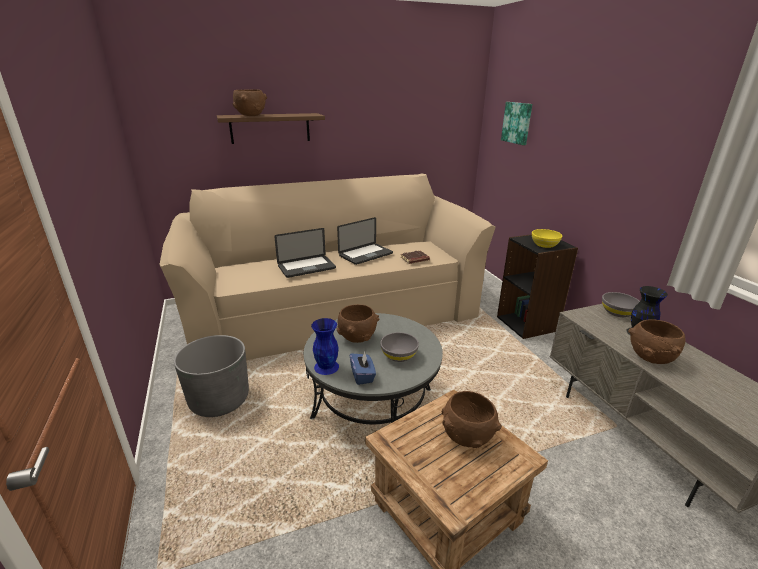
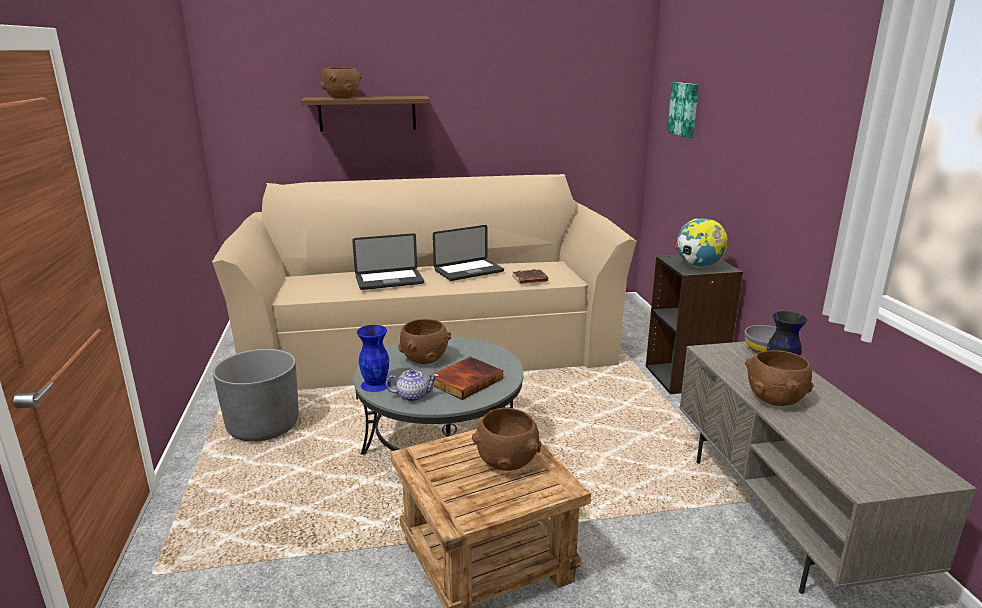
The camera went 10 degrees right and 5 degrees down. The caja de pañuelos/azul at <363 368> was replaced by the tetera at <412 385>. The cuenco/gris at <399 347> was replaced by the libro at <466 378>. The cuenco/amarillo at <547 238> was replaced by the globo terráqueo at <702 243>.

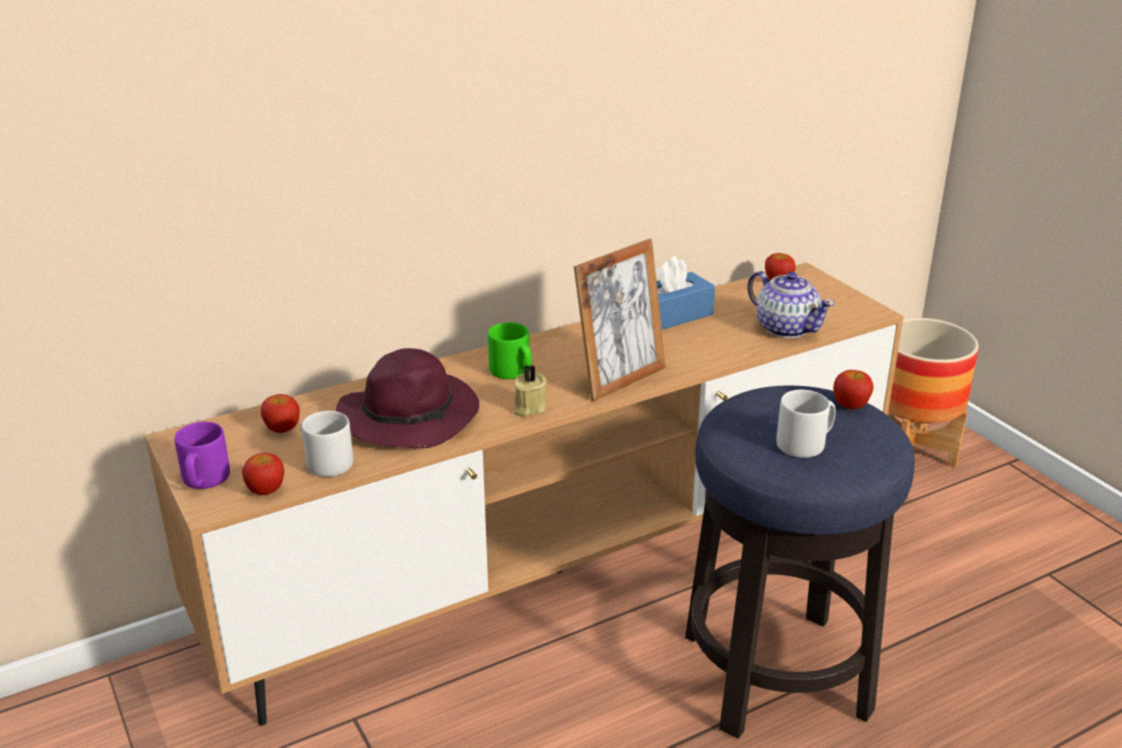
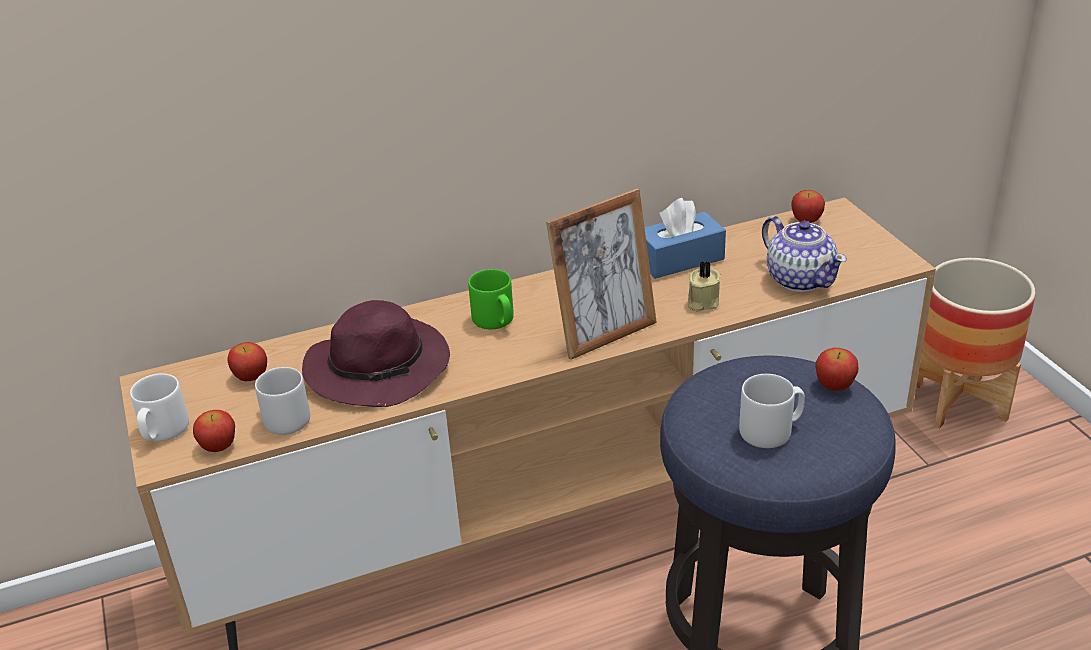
The camera went 10 degrees right and 5 degrees up. The vela/beis moved from <530 391> to <704 286>. The taza grande/morado at <202 455> became the taza grande/blanco at <159 407>.

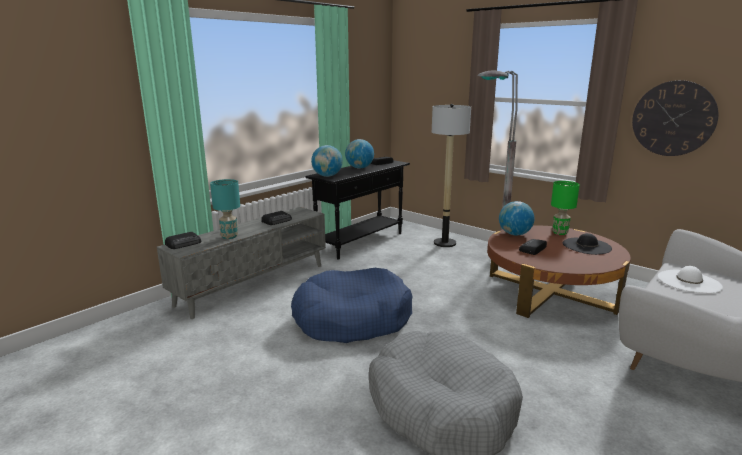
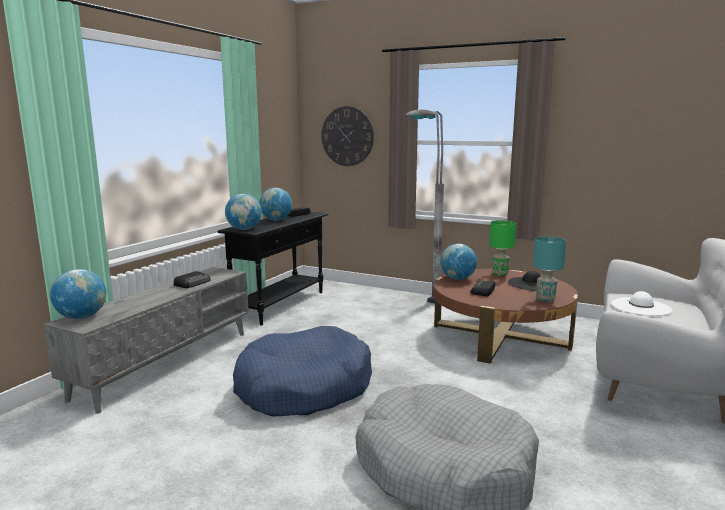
The camera went 15 degrees left and 5 degrees down. The lámpara de pie at <451 175> disappeared. The lámpara de mesa/turquesa moved from <225 209> to <549 269>. The reloj de pared moved from <675 118> to <347 136>. The radio at <183 240> was replaced by the globo terráqueo at <78 294>.

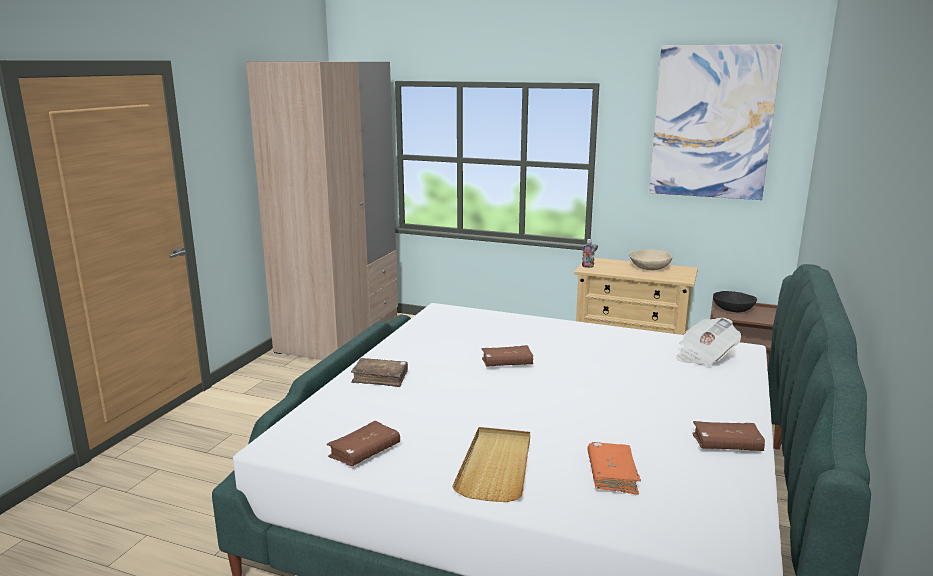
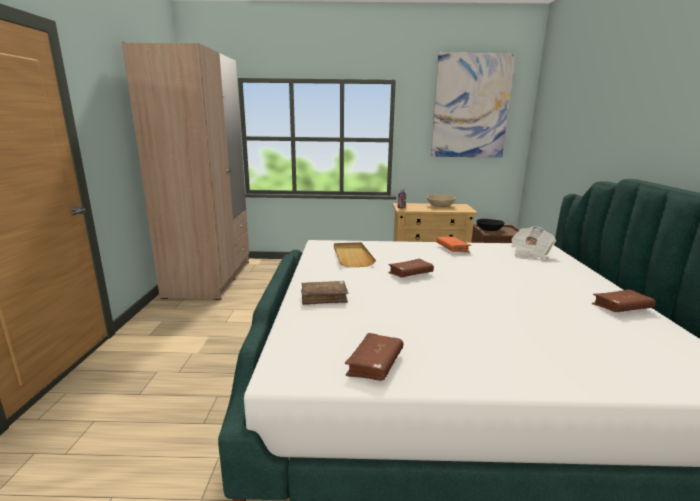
The camera went 20 degrees left and 0 degrees up. The bandeja/beis moved from <491 464> to <355 254>. The libro/naranja moved from <614 468> to <453 245>.

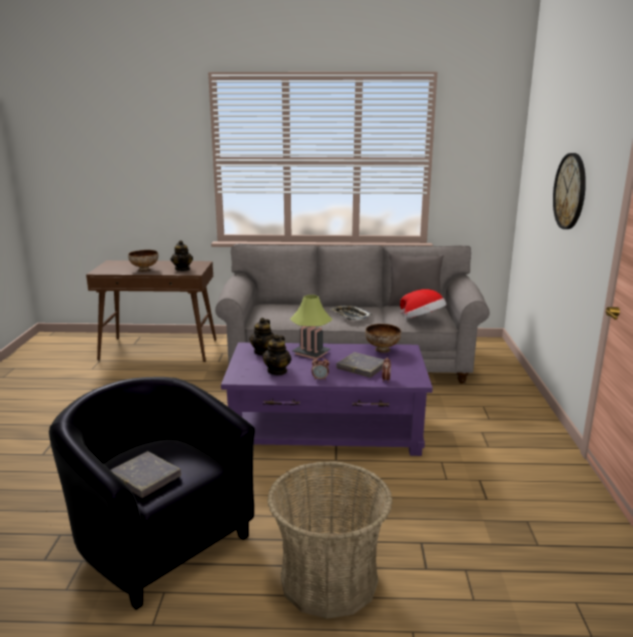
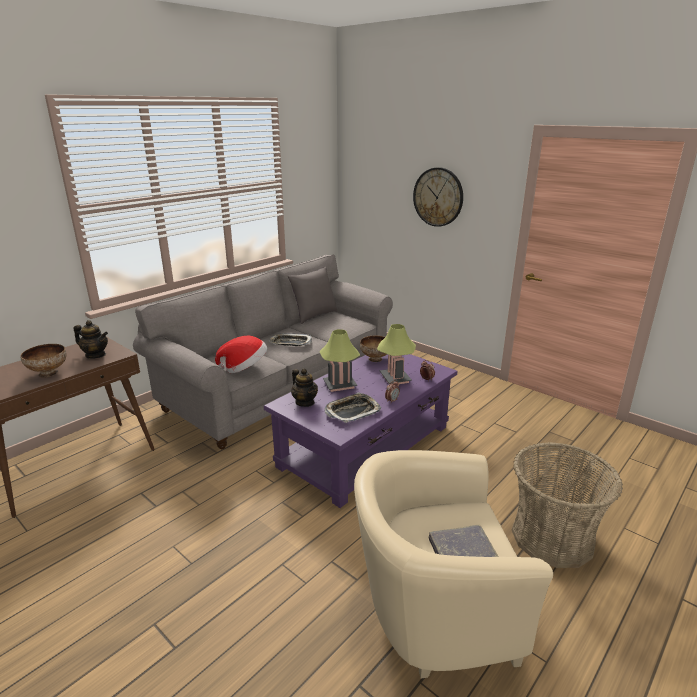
The camera went 50 degrees left and 5 degrees up. The sombrero moved from <423 304> to <241 354>. The tetera at <276 354> was replaced by the bandeja at <353 407>. The libro/gris at <360 365> was replaced by the lámpara de mesa at <396 354>. The sillón/negro at <152 493> became the sillón/beis at <453 564>.

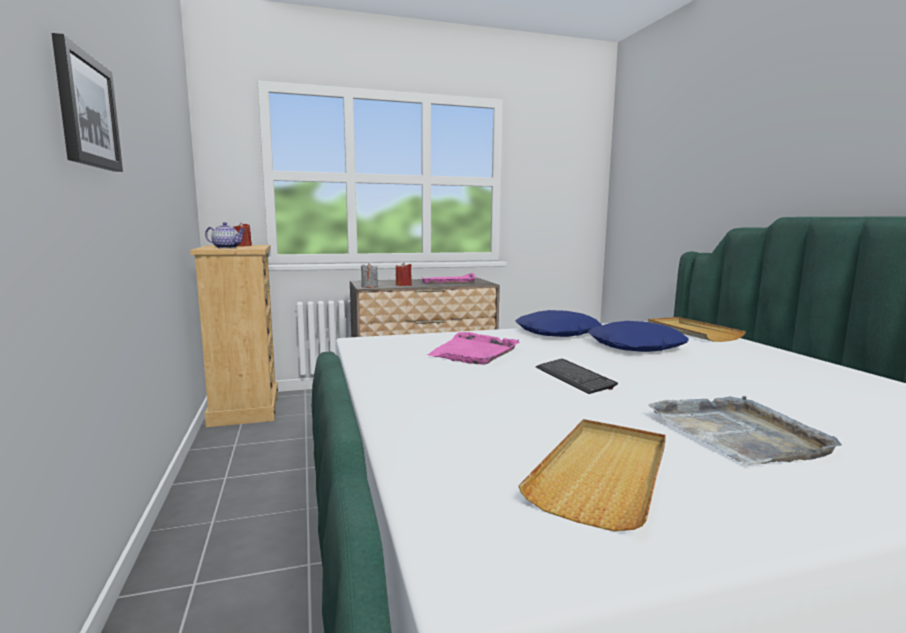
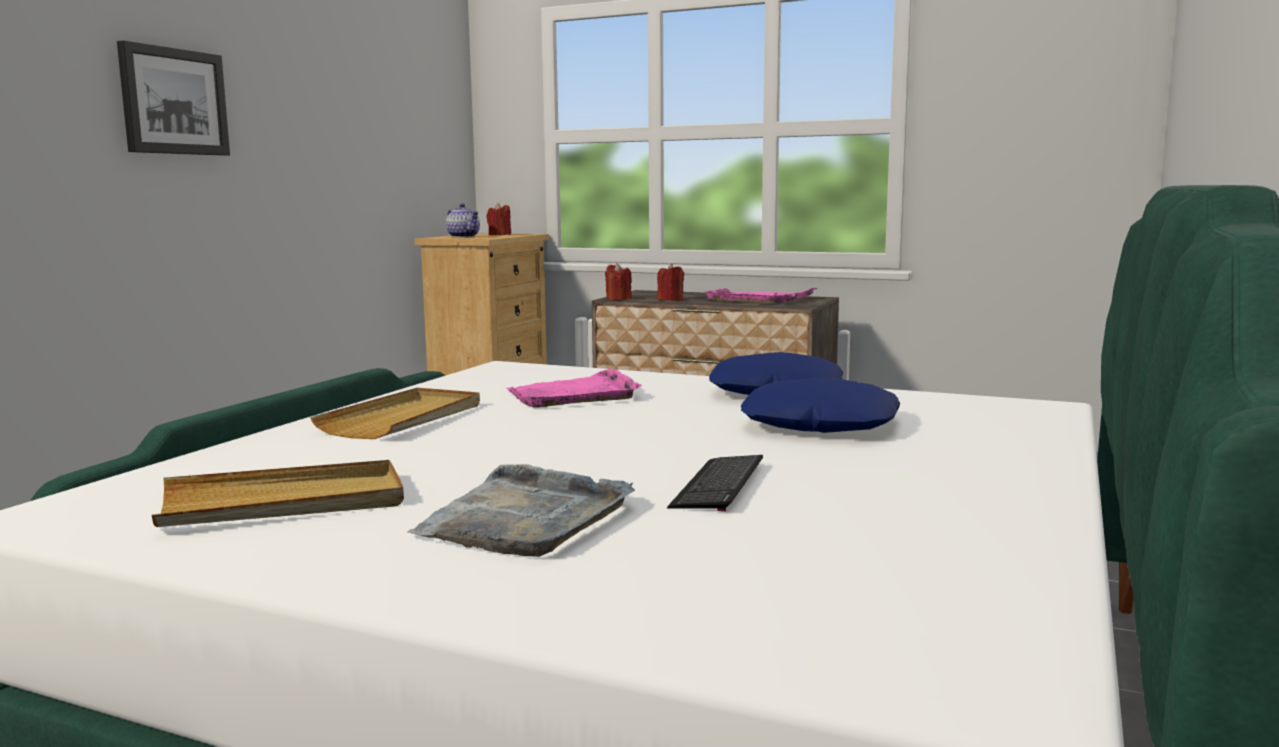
The camera went 40 degrees right and 0 degrees up. The teclado moved from <577 376> to <715 483>. The bandeja/beis moved from <697 329> to <395 413>. The vela/gris at <369 275> became the vela/rojo at <618 281>.

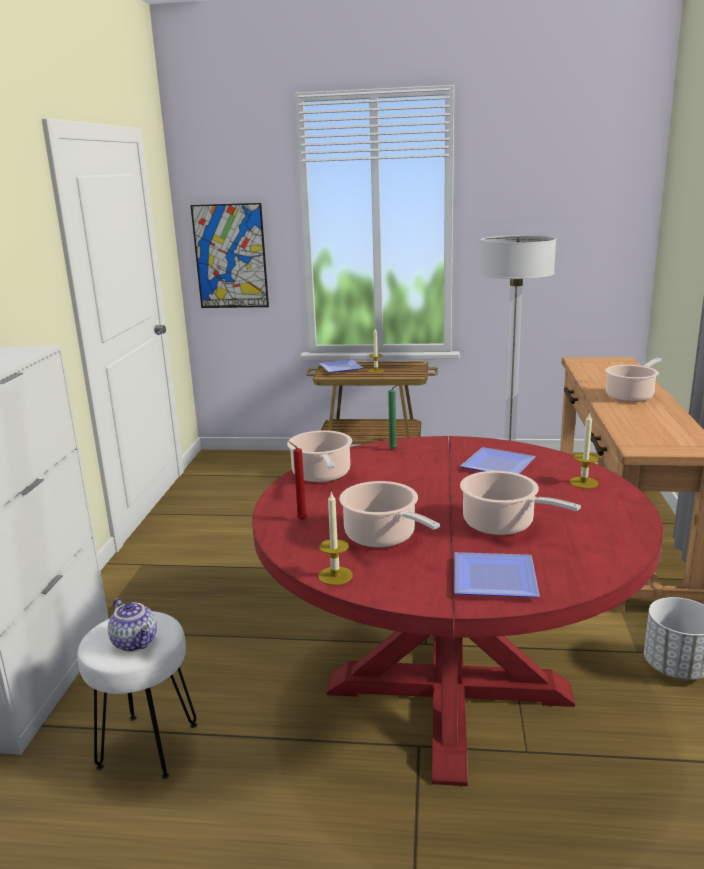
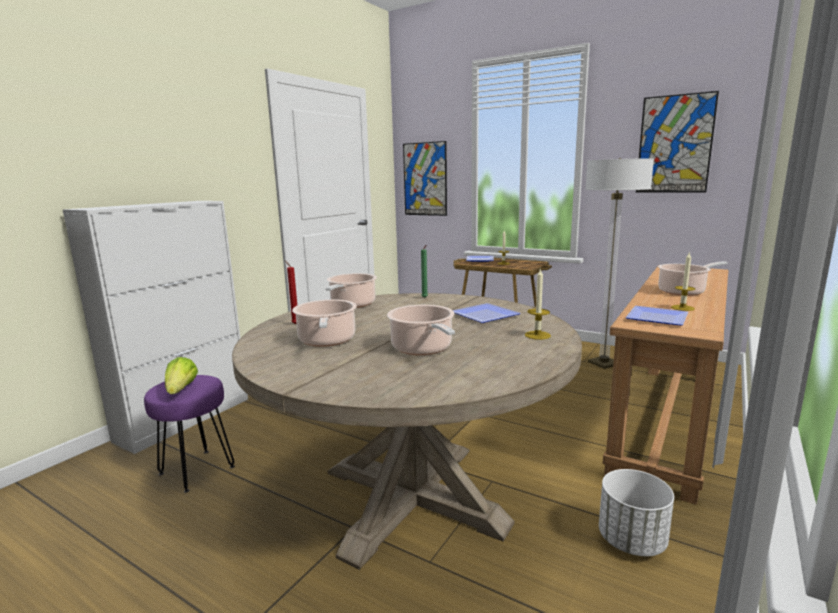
The camera went 25 degrees right and 5 degrees down. The cuadro at <677 142> appeared. The vela moved from <335 538> to <683 281>. The plato moved from <497 574> to <656 315>. The tetera at <132 625> was replaced by the lechuga at <181 375>. The taburete/blanco at <137 695> became the taburete/morado at <189 434>. The mesa de comedor/rojo at <457 611> became the mesa de comedor/beis at <407 431>.

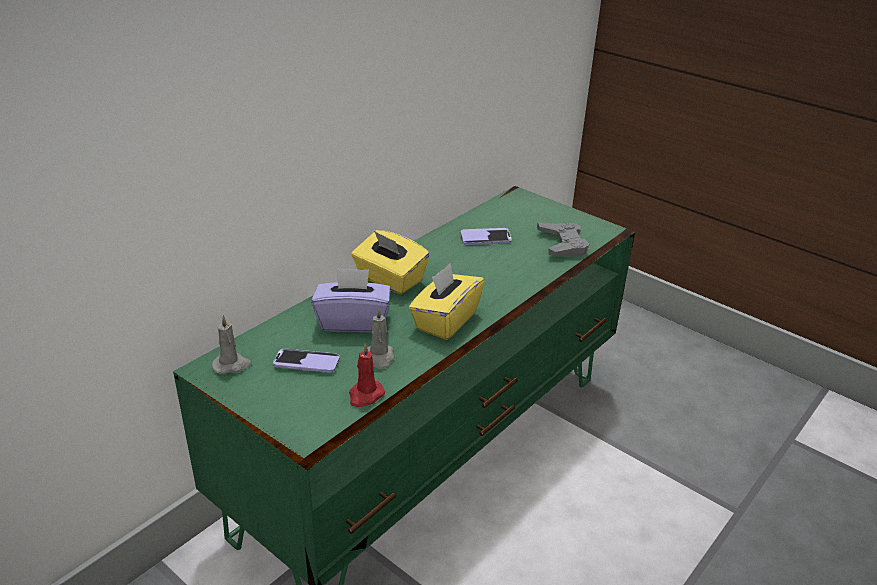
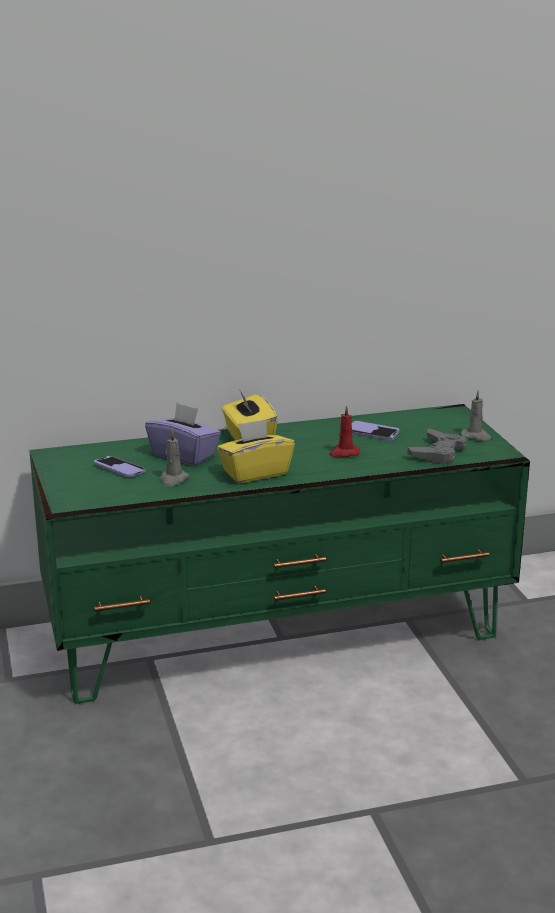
The camera went 35 degrees right and 10 degrees down. The vela/gris moved from <232 344> to <476 415>. The vela/rojo moved from <367 375> to <344 431>.

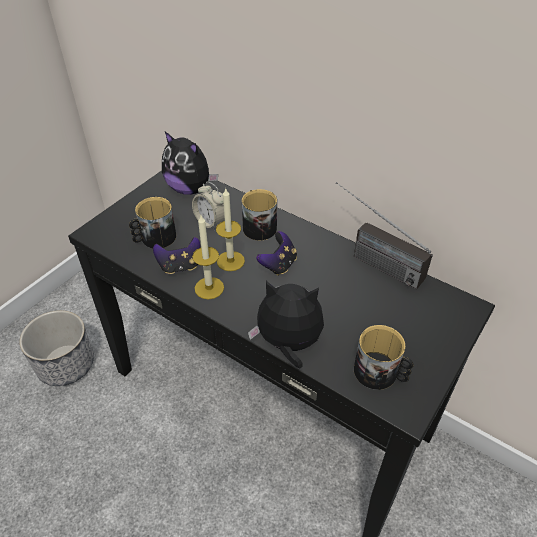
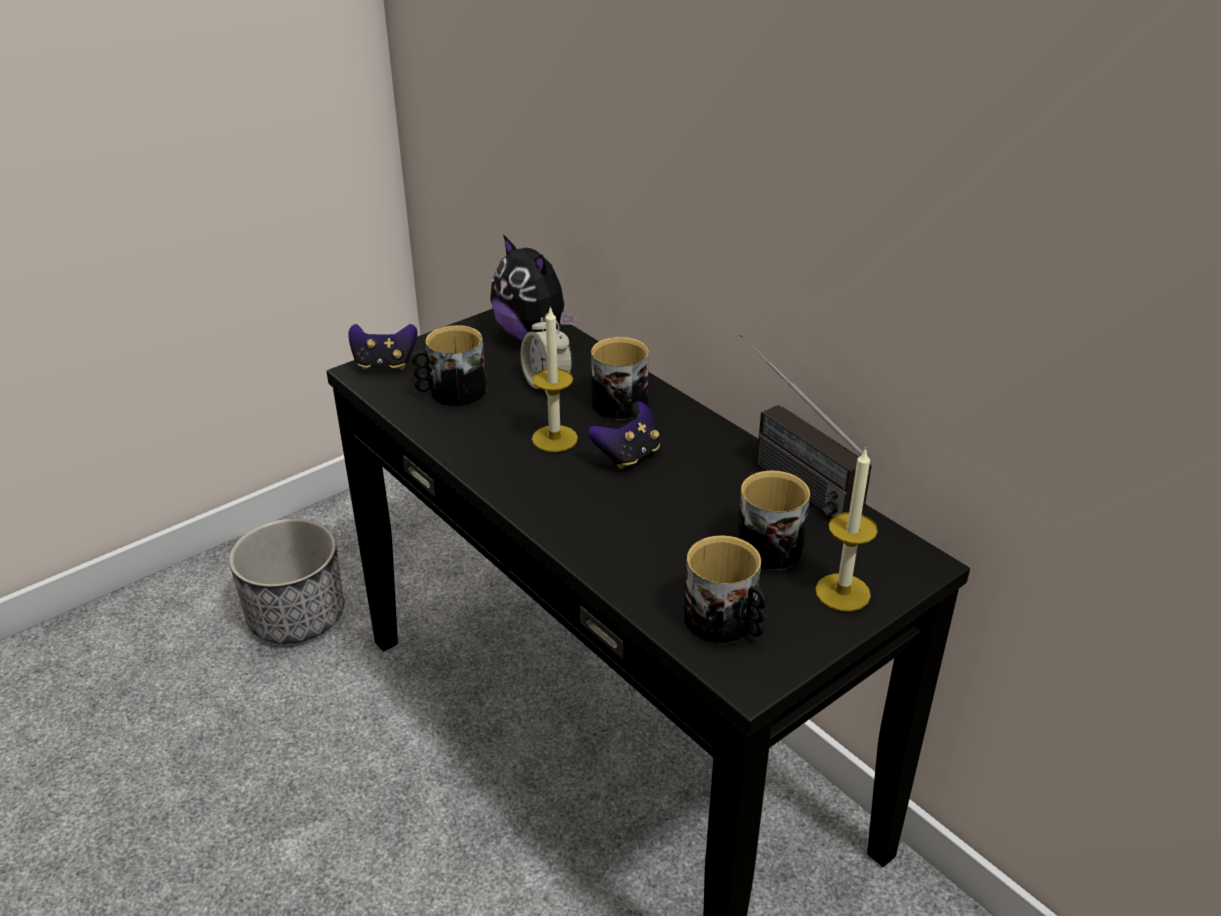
The camera went 15 degrees right and 10 degrees down. The peluche at <286 324> disappeared. The taza grande at <773 520> appeared. The mando de consola moved from <176 255> to <383 347>. The vela moved from <208 257> to <846 529>.

